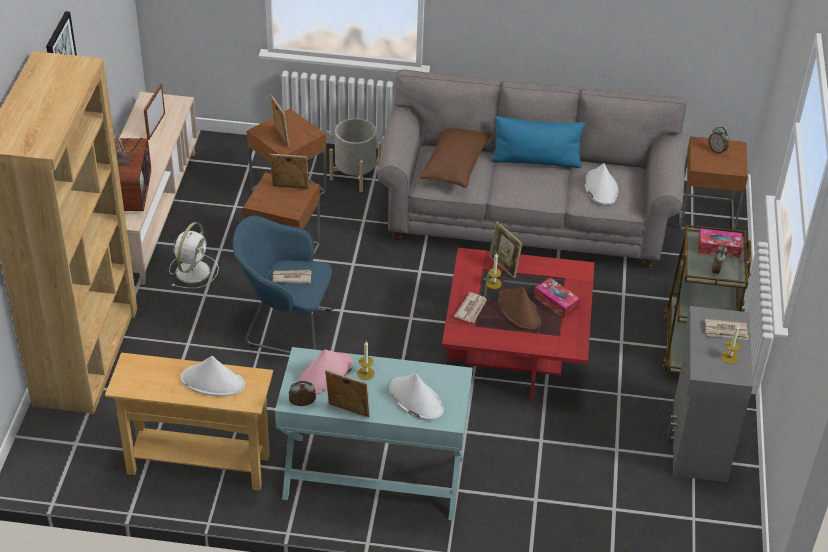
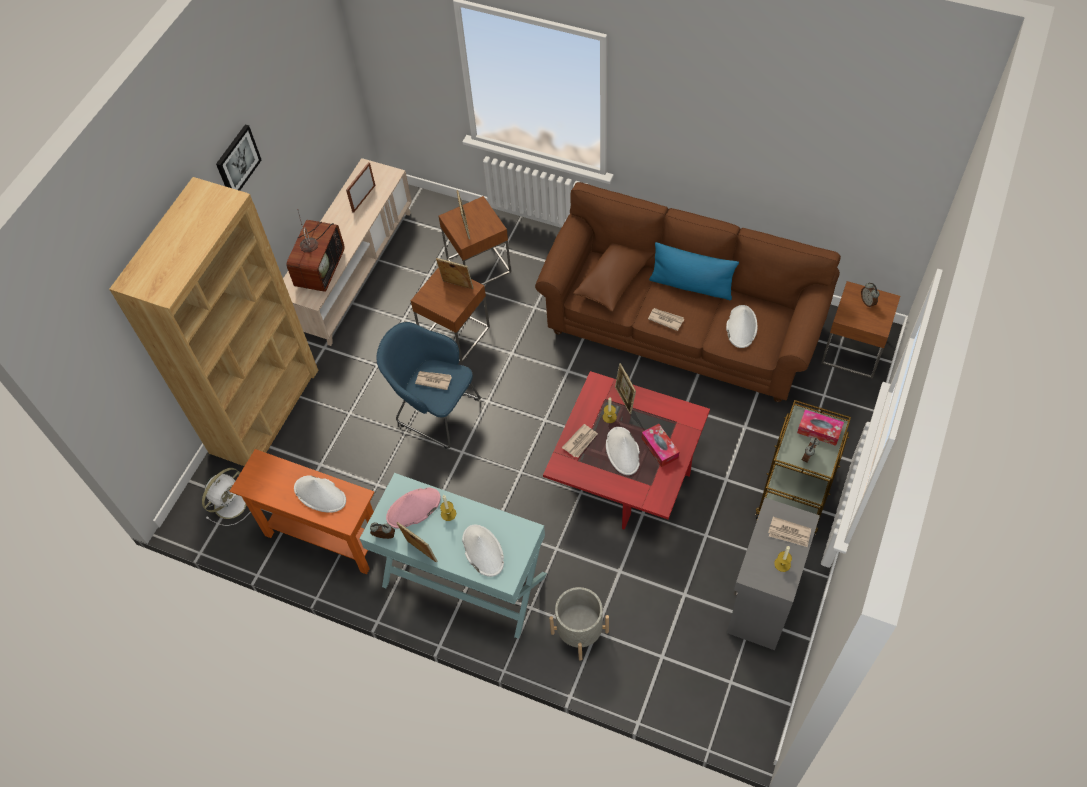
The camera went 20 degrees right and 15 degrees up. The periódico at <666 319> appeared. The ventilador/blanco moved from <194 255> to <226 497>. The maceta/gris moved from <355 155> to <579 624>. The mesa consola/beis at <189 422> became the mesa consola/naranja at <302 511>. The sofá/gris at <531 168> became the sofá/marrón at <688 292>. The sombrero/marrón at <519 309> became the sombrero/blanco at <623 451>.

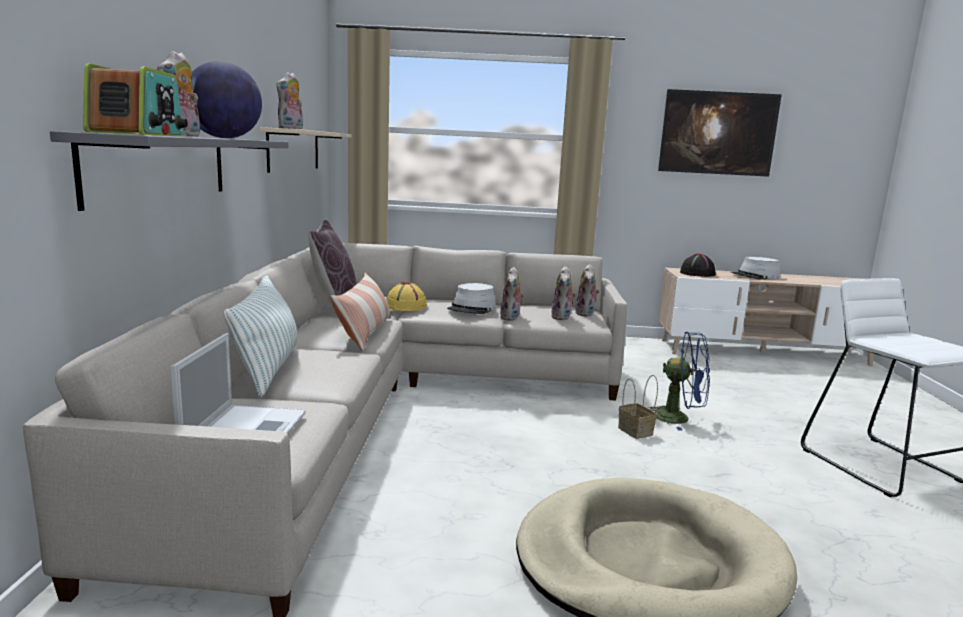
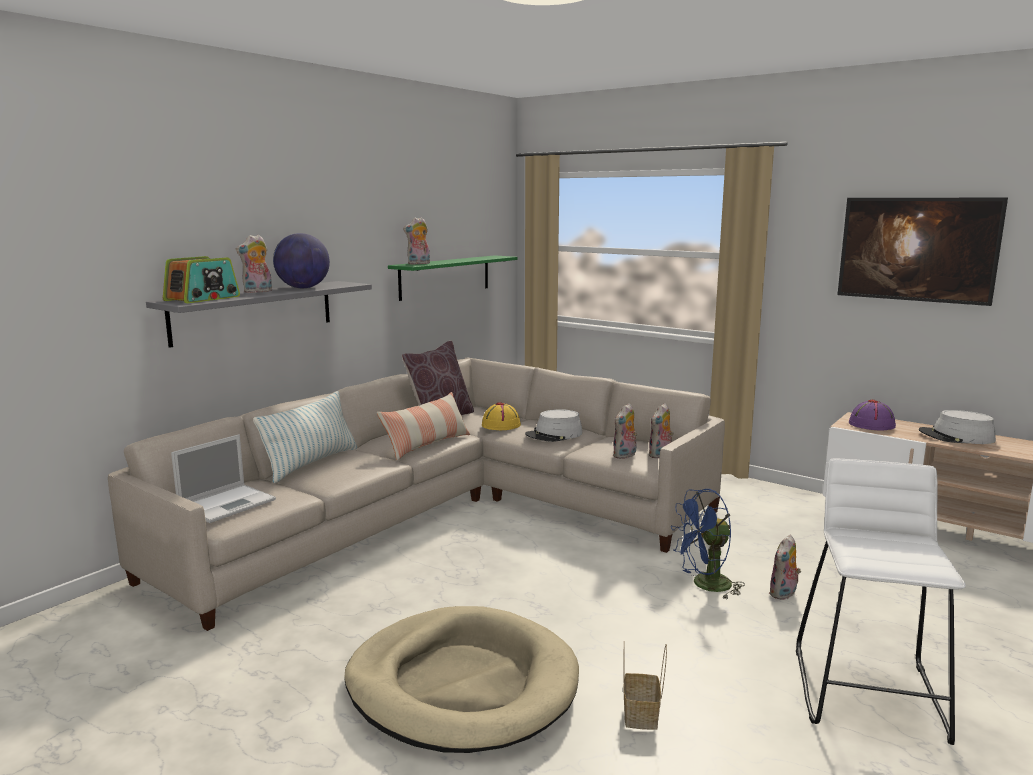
The camera went 35 degrees right and 0 degrees up. The peluche moved from <512 294> to <785 567>. The cesta moved from <638 407> to <645 685>. The estante/beis at <306 150> became the estante/verde at <453 278>. The sombrero/negro at <698 265> became the sombrero/morado at <872 415>. The ventilador/azul at <679 381> turned 105 degrees clockwise.

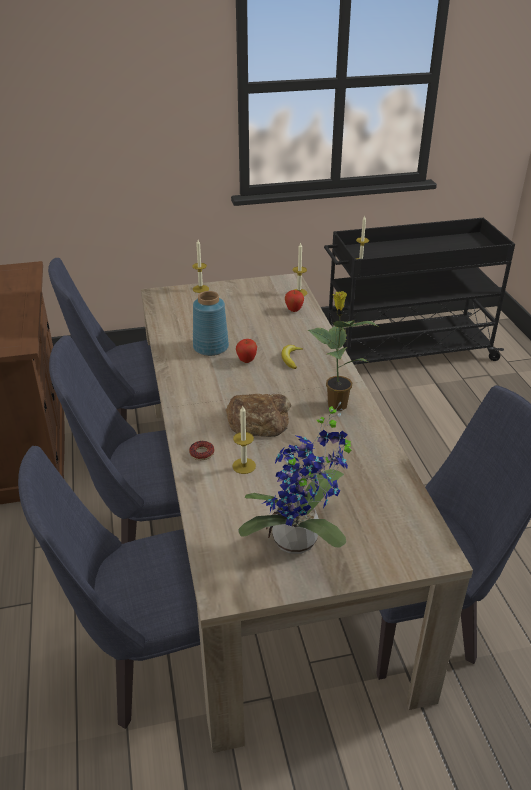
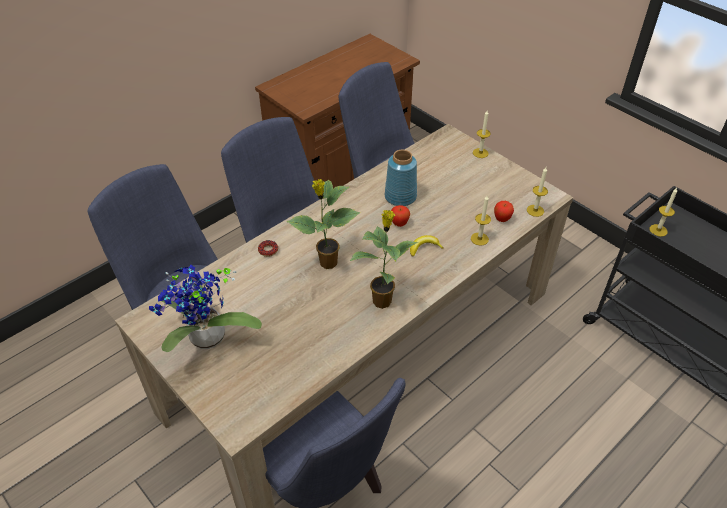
The camera went 60 degrees right and 10 degrees up. The vela moved from <244 440> to <481 221>. The pan at <258 415> was replaced by the planta en maceta at <323 224>.

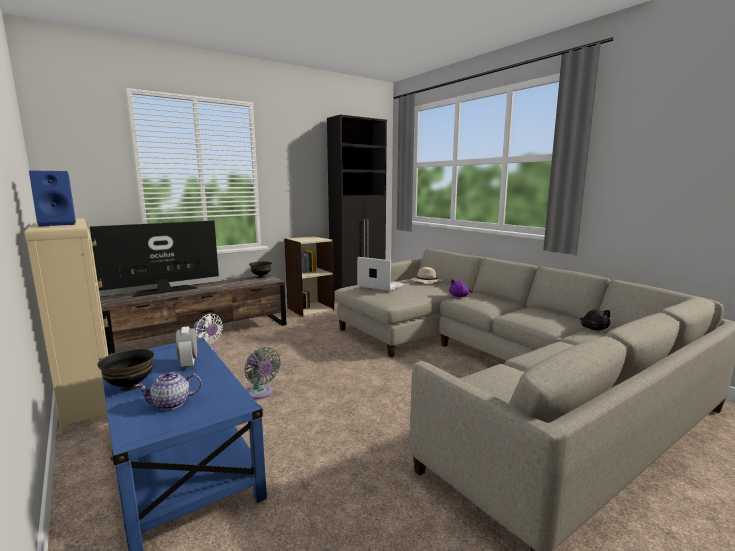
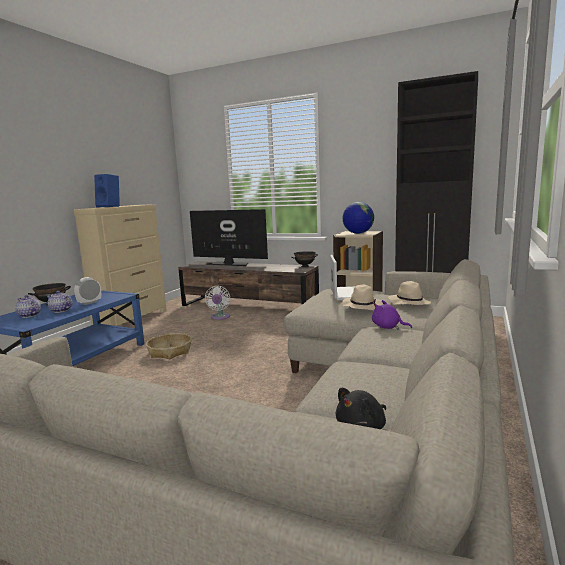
The camera went 60 degrees right and 0 degrees up. The tetera at <60 302> appeared. The globo terráqueo at <358 218> appeared. The sombrero/beis at <362 297> appeared. The ventilador/gris at <262 373> was replaced by the cesta at <169 346>.

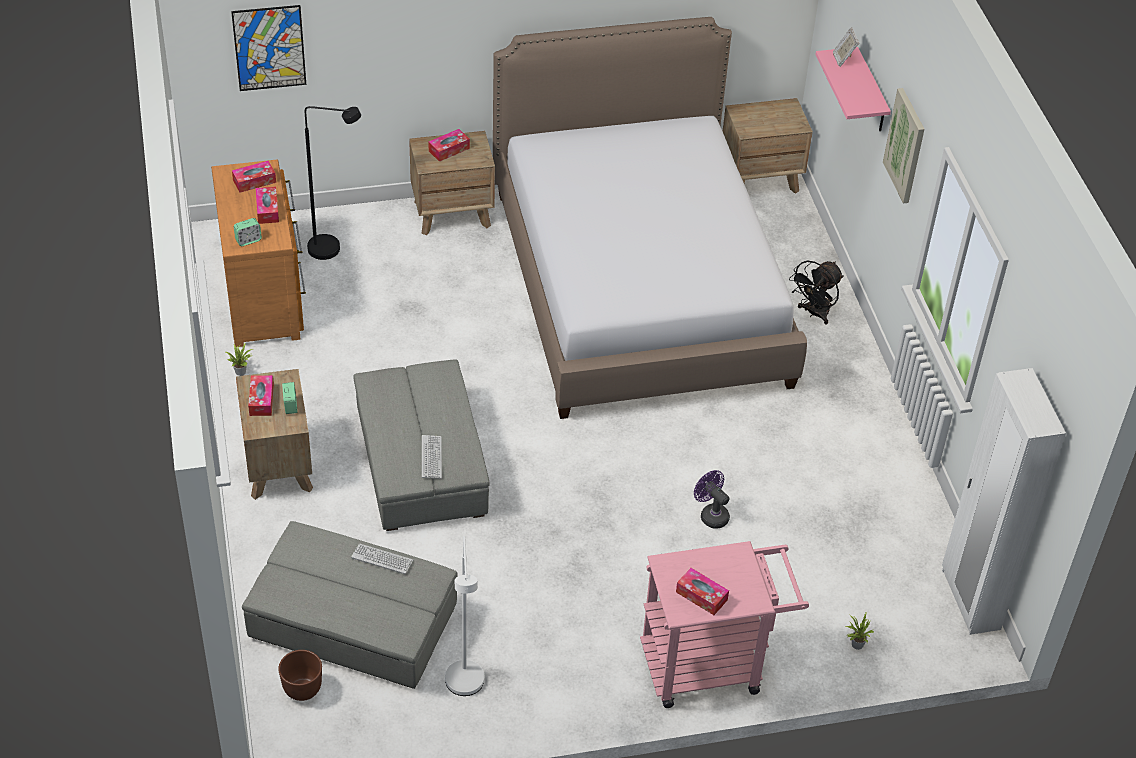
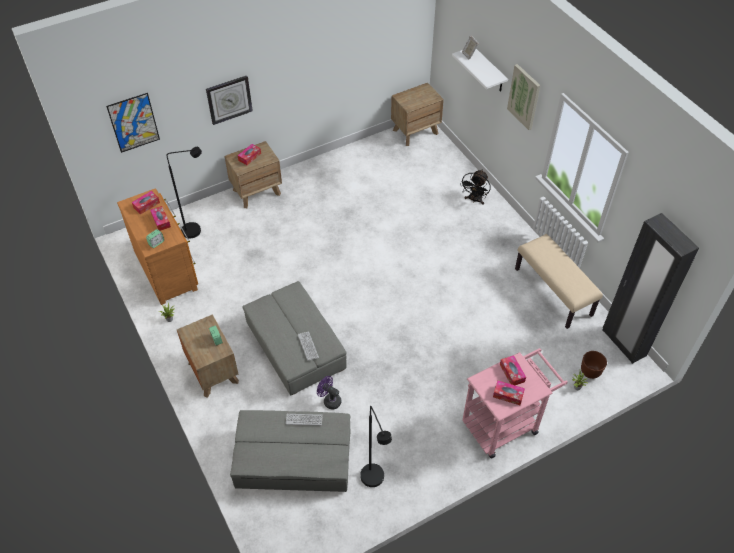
The camera went 15 degrees left and 5 degrees up. The cama at <650 218> disappeared. The reloj de pared at <229 100> appeared. The banco/beis at <559 281> appeared. The caja de pañuelos moved from <261 395> to <513 370>. The maceta/marrón moved from <300 675> to <594 365>. The ventilador/morado moved from <712 499> to <329 393>. The lámpara de pie/blanco at <464 616> became the lámpara de pie/negro at <376 446>. The estante/rosa at <853 89> became the estante/blanco at <480 70>. The armario ropero/blanco at <1004 501> became the armario ropero/negro at <650 288>.

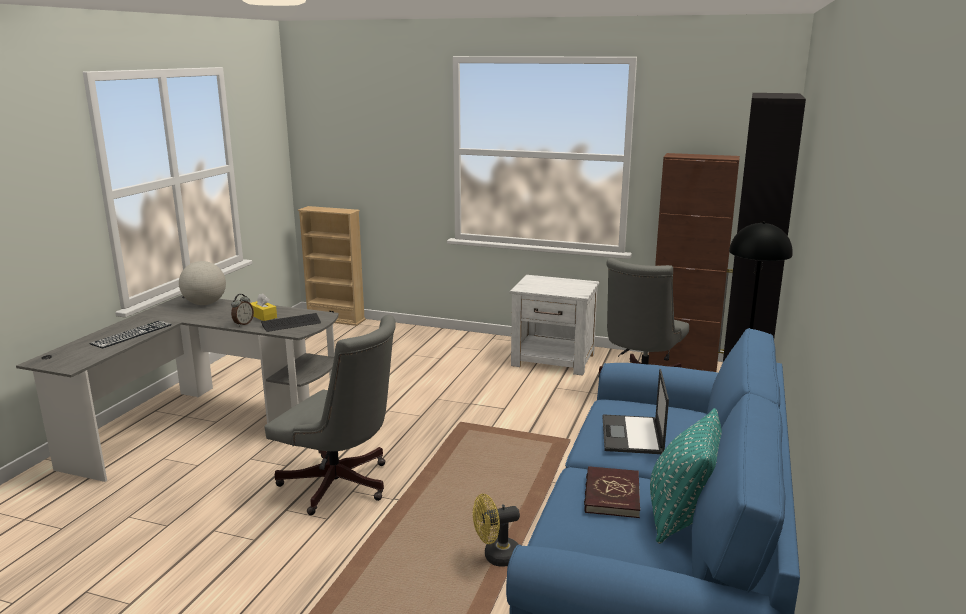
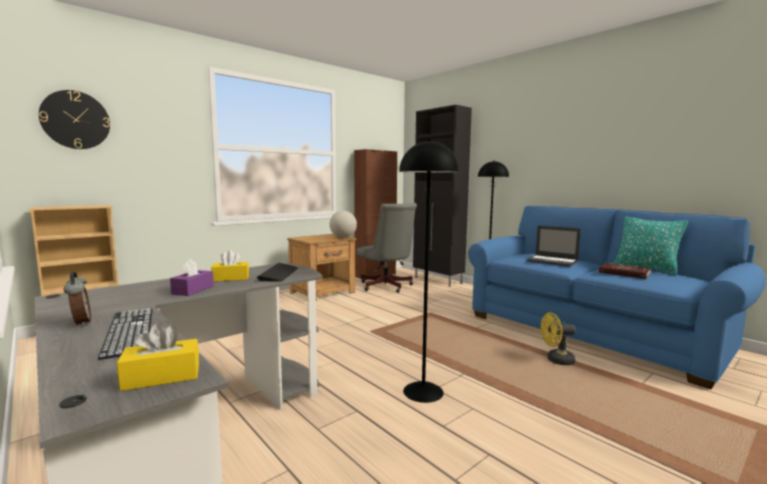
The camera went 60 degrees left and 10 degrees down. The reloj de pared at <74 119> appeared. The caja de pañuelos/amarillo at <158 357> appeared. The caja de pañuelos/morado at <192 277> appeared. The globo terráqueo moved from <202 283> to <343 224>. The despertador moved from <242 310> to <77 299>. The silla de oficina/gris at <330 415> was replaced by the lámpara de pie/negro at <429 271>. The mesita de noche/blanco at <554 325> became the mesita de noche/marrón at <322 267>. The ventilador/amarillo at <496 530> turned 75 degrees clockwise.

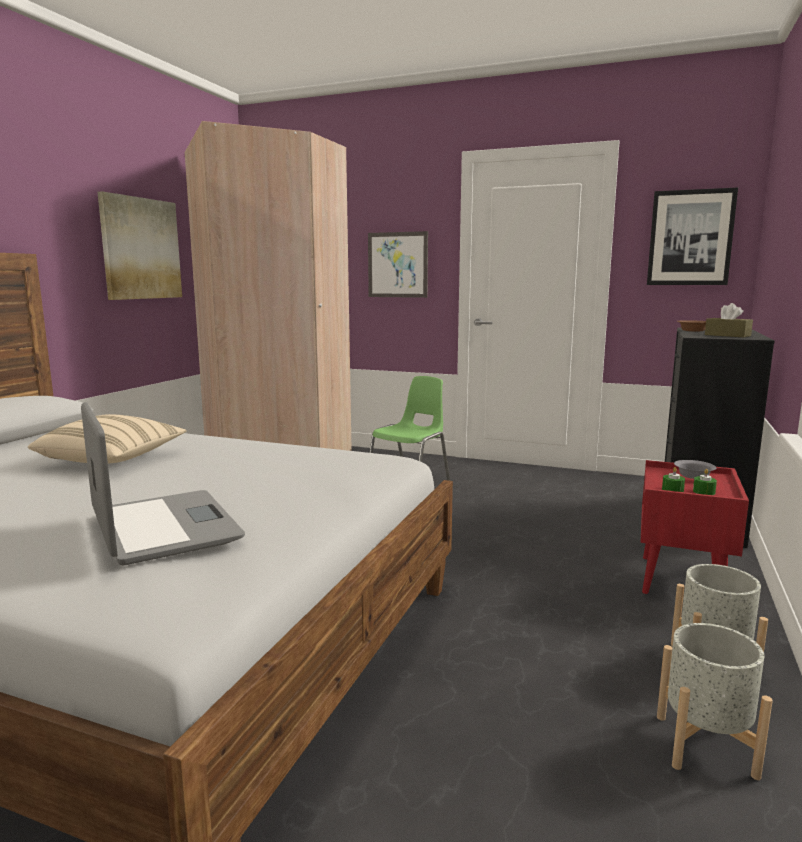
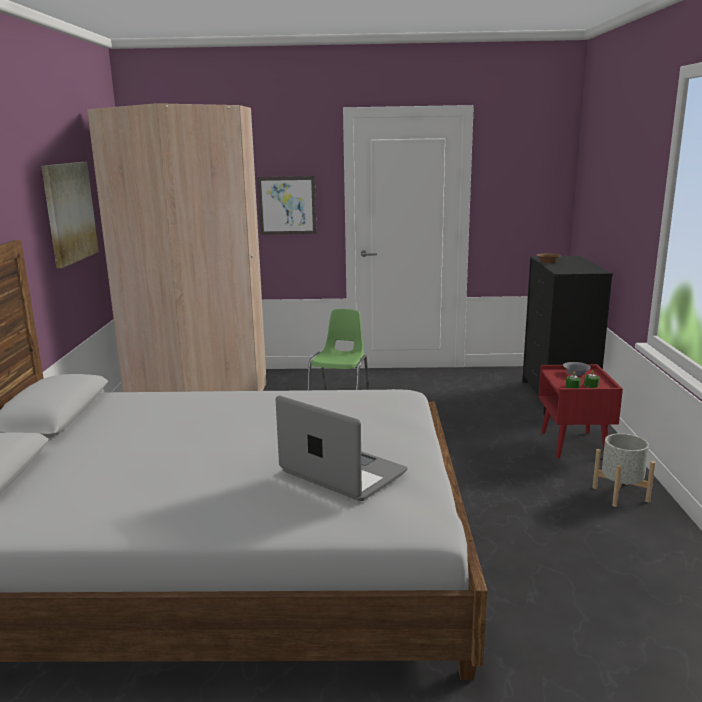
The camera went 20 degrees left and 5 degrees up. The cojín/beis at <107 439> disappeared. The cuadro at <692 236> disappeared. The maceta/gris at <715 701> disappeared. The caja de pañuelos/marrón at <729 320> disappeared.

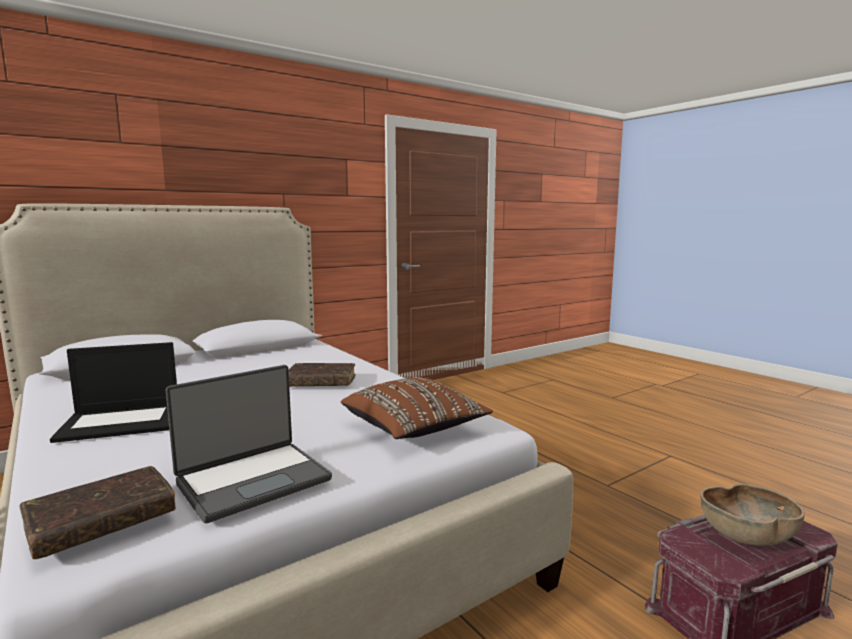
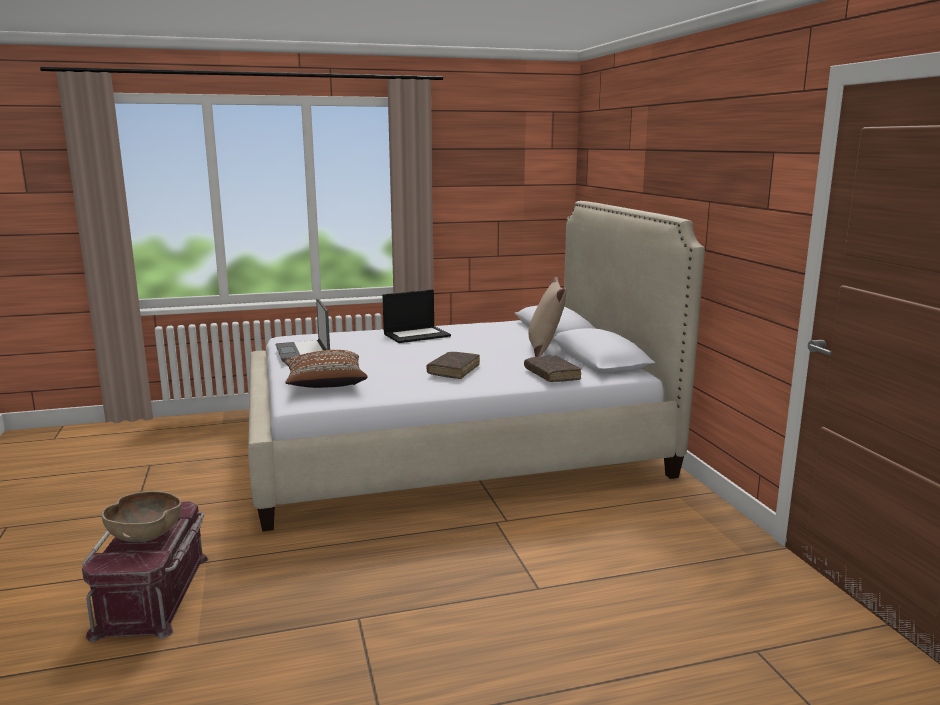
The camera went 110 degrees right and 5 degrees up. The cojín/beis at <547 317> appeared. The libro/marrón moved from <97 512> to <552 368>. The portátil at <113 392> turned 120 degrees counterclockwise.

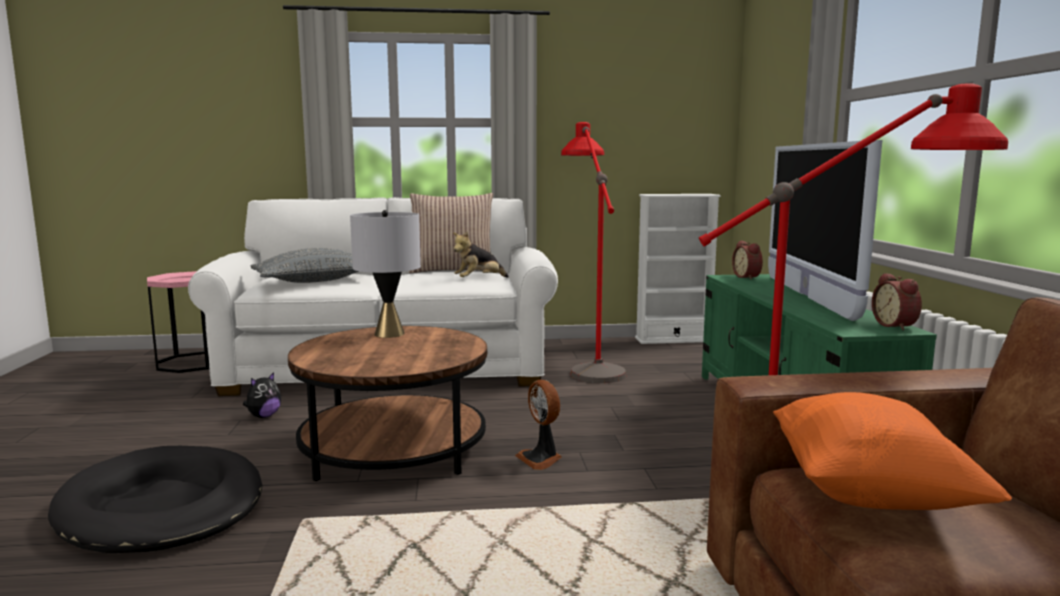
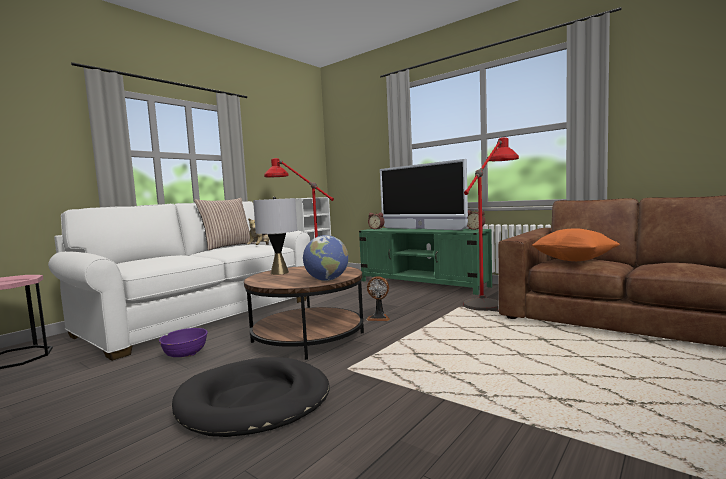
The camera went 45 degrees left and 5 degrees down. The cojín/gris at <305 265> disappeared. The globo terráqueo at <326 258> appeared. The peluche at <262 395> was replaced by the cuenco/morado at <183 342>.

